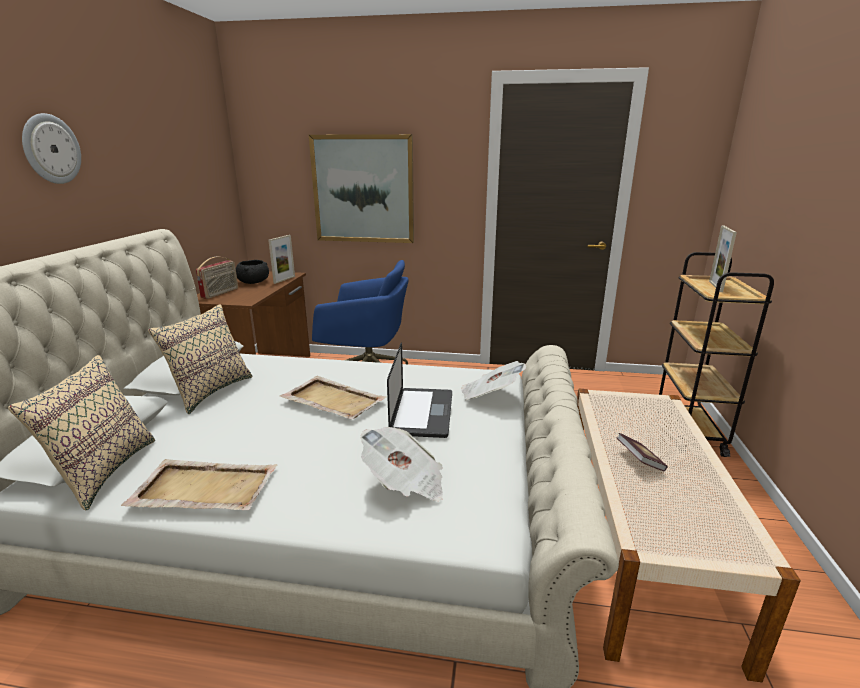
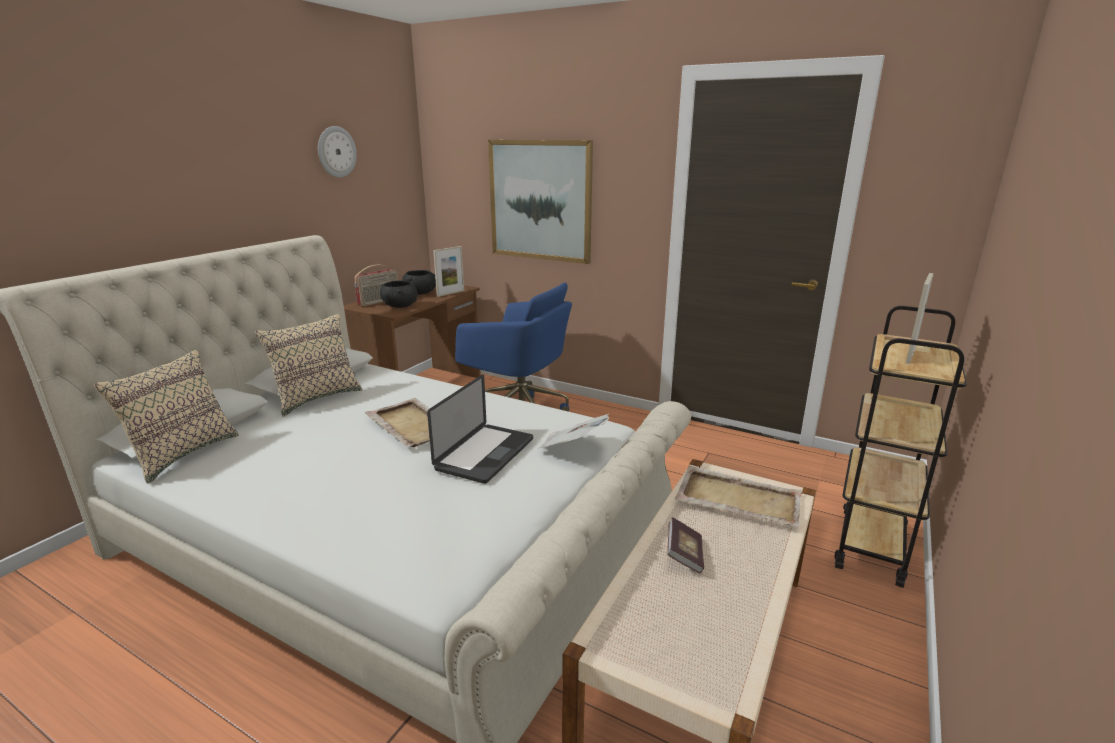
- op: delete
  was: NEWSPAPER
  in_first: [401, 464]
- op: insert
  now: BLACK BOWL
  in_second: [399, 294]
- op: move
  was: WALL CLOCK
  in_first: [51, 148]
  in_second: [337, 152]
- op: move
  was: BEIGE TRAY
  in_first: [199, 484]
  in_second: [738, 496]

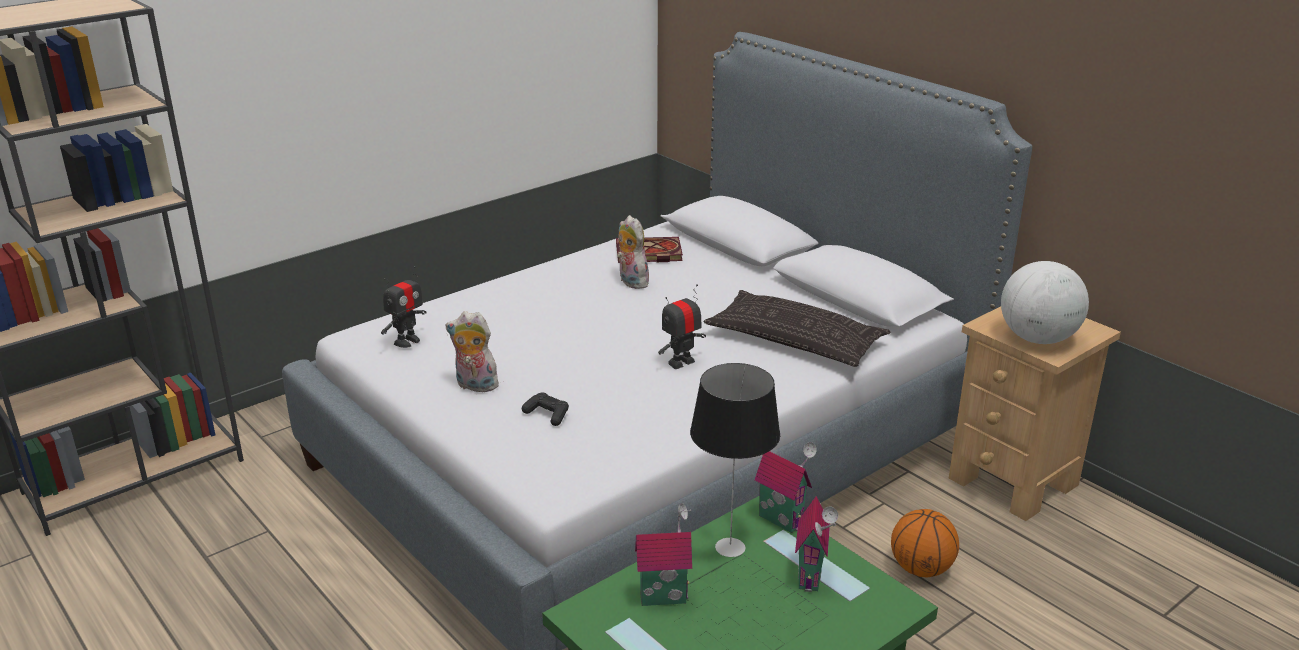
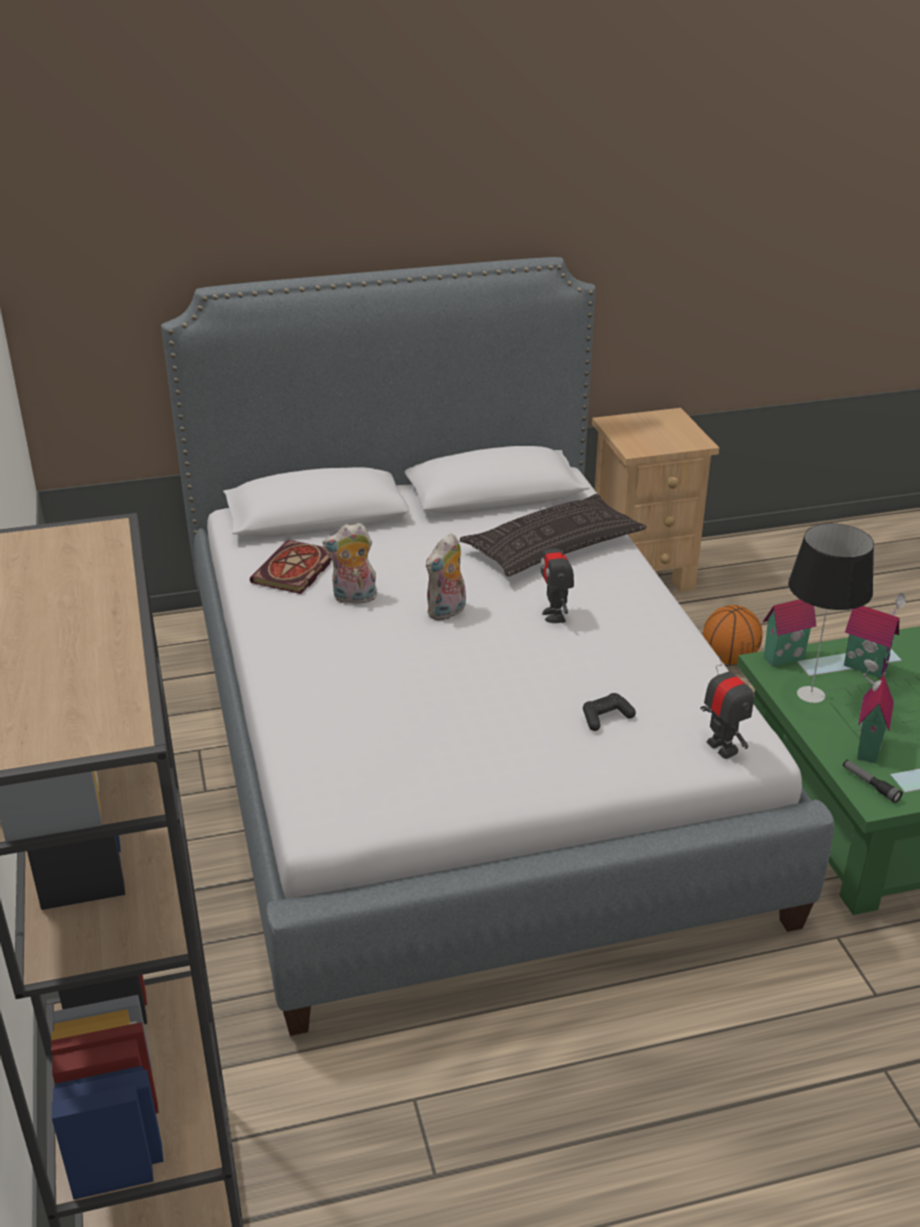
- op: delete
  was: GLOBE
  in_first: [1045, 302]
- op: insert
  now: FLASHLIGHT
  in_second: [873, 781]
- op: move
  was: TOY ROBOT
  in_first: [403, 307]
  in_second: [727, 707]
- op: move
  was: PLUSH TOY
  in_first: [473, 351]
  in_second: [446, 577]

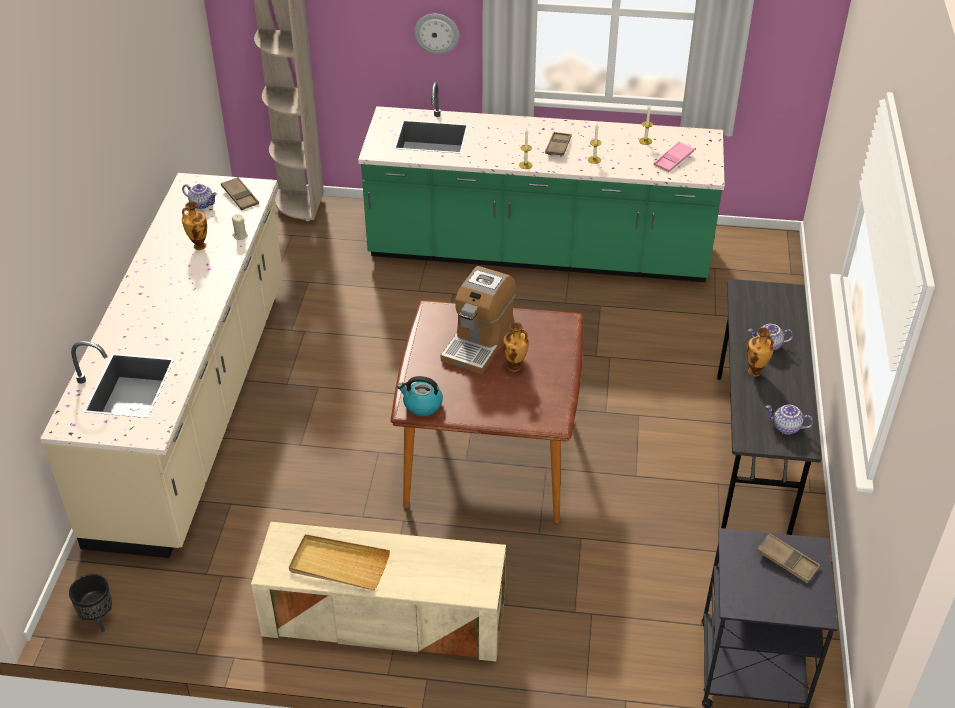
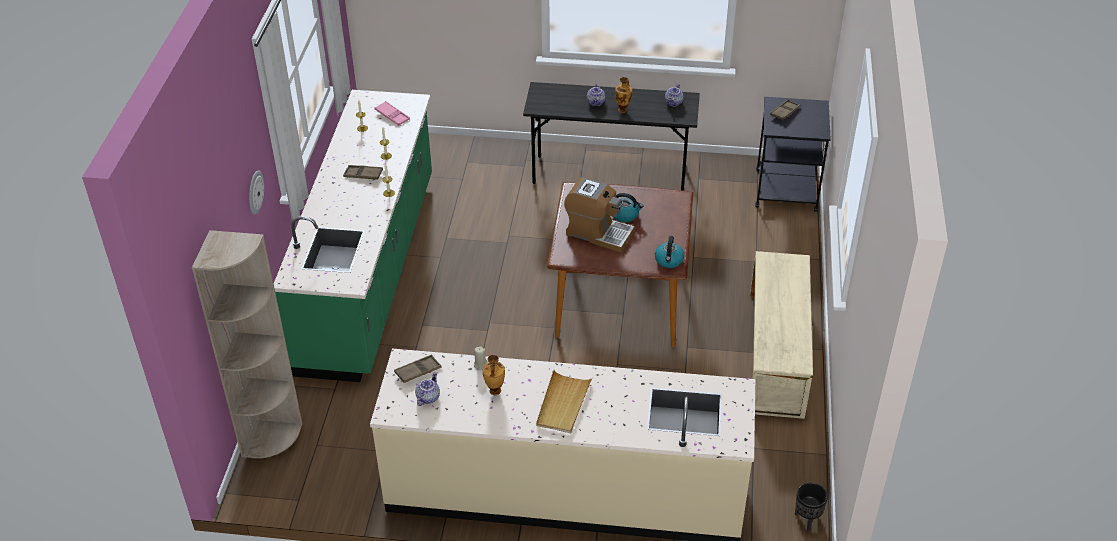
- op: move
  was: BEIGE TRAY
  in_first: [339, 562]
  in_second: [564, 401]
- op: replace
  was: VASE
  now: KETTLE
  in_first: [516, 347]
  in_second: [628, 207]

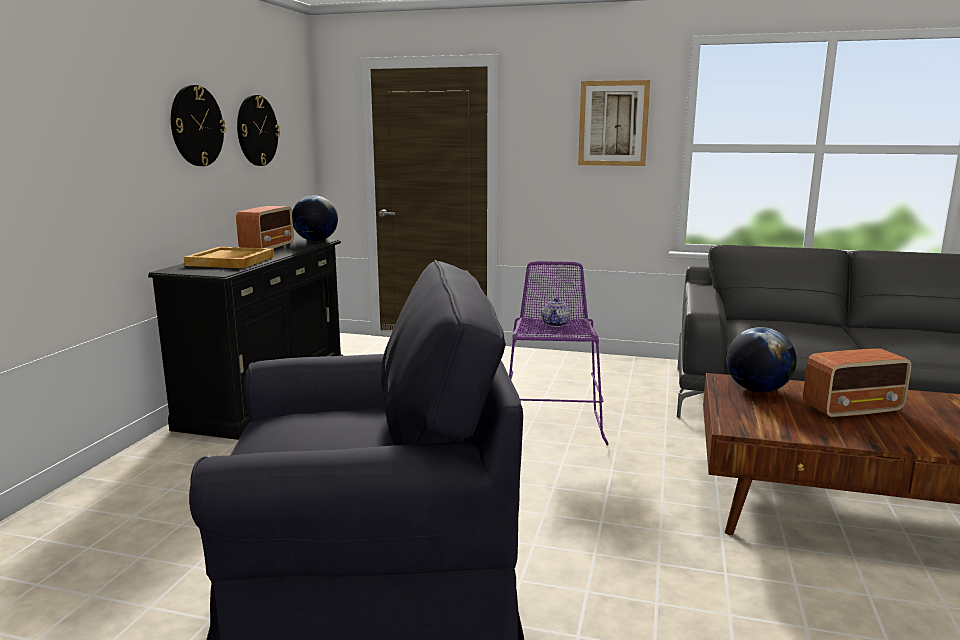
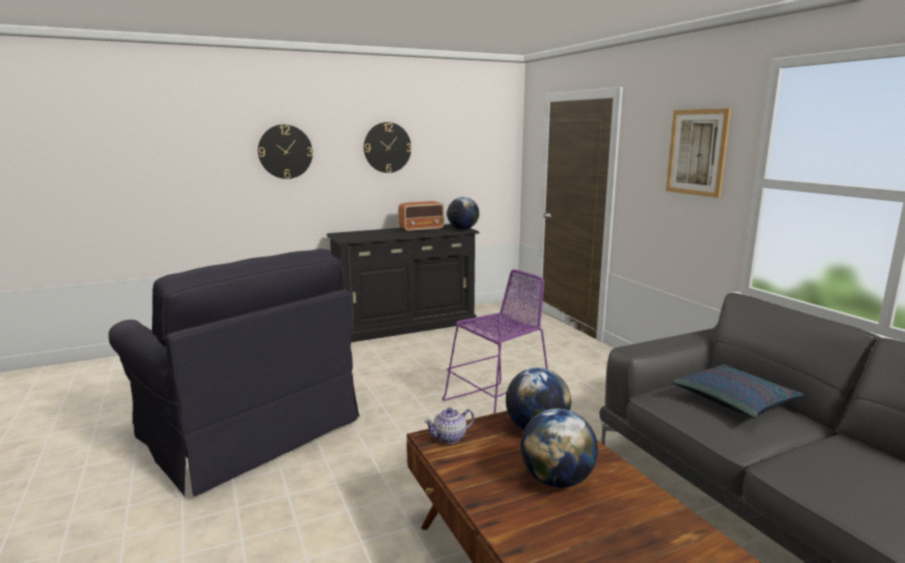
- op: delete
  was: BEIGE TRAY
  in_first: [229, 257]
- op: insert
  now: BLUE PILLOW
  in_second: [738, 391]
- op: move
  was: WALL CLOCK
  in_first: [258, 130]
  in_second: [285, 151]
- op: move
  was: TEAPOT
  in_first: [556, 312]
  in_second: [449, 426]
- op: replace
  was: RADIO
  now: GLOBE
  in_first: [857, 383]
  in_second: [559, 448]

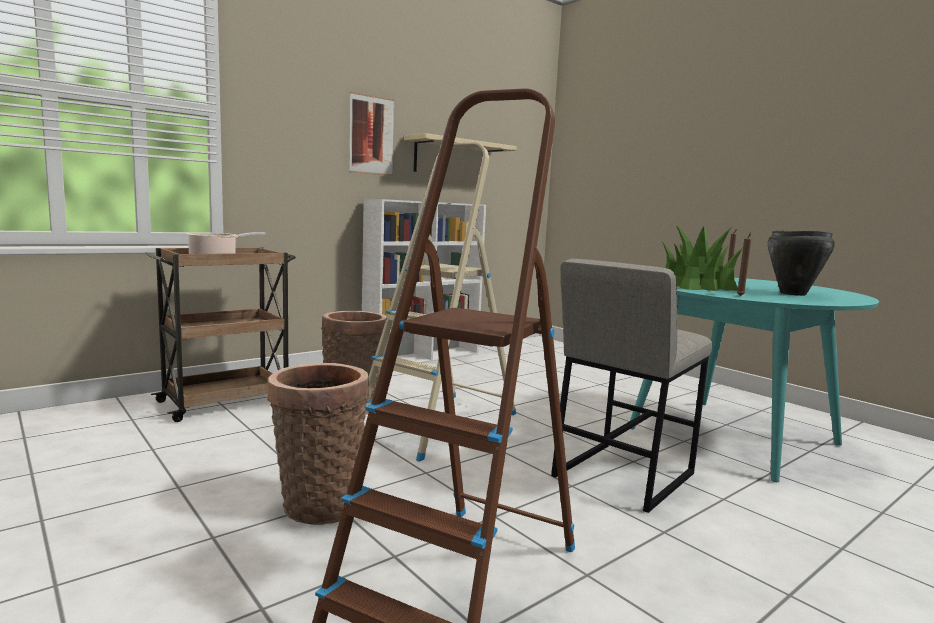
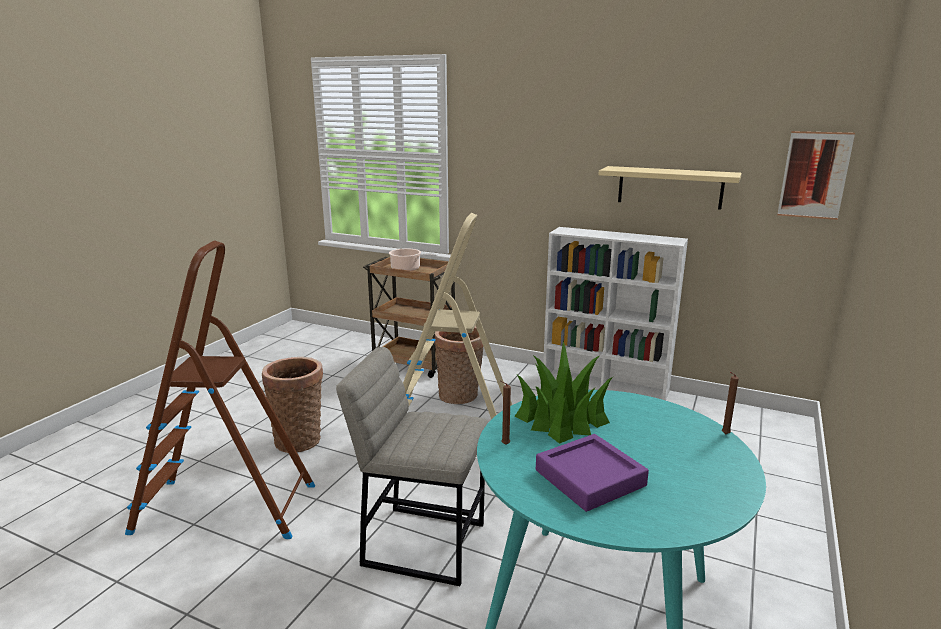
- op: move
  was: PICTURE
  in_first: [371, 134]
  in_second: [816, 175]
- op: replace
  was: BLACK COOKING POT
  now: PURPLE TRAY
  in_first: [801, 263]
  in_second: [592, 473]

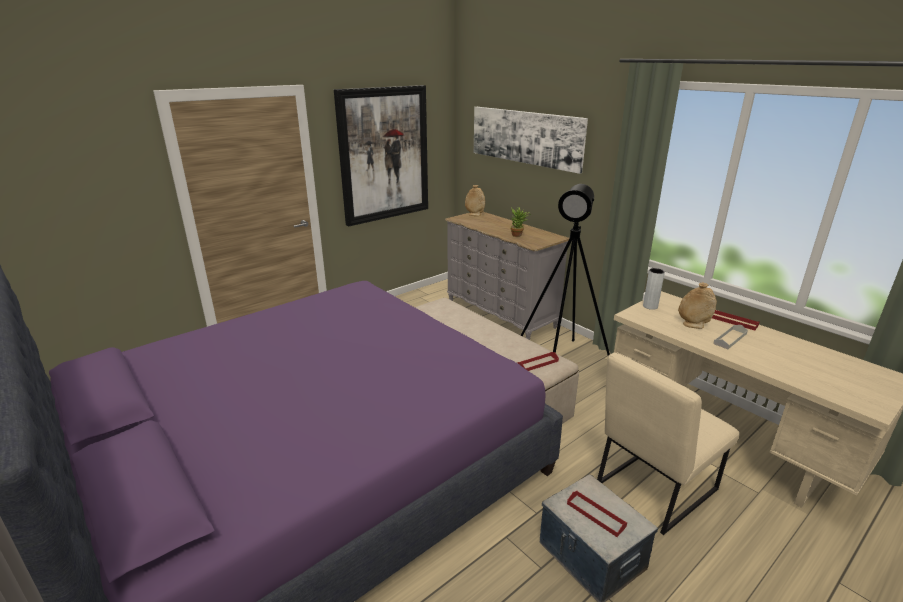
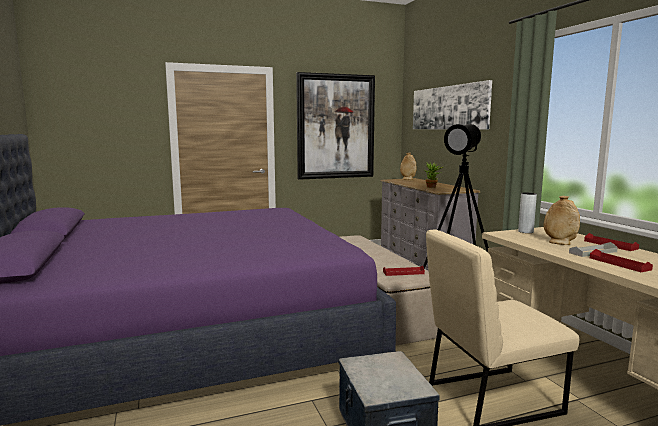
- op: move
  was: RED TRAY
  in_first: [597, 514]
  in_second: [621, 260]

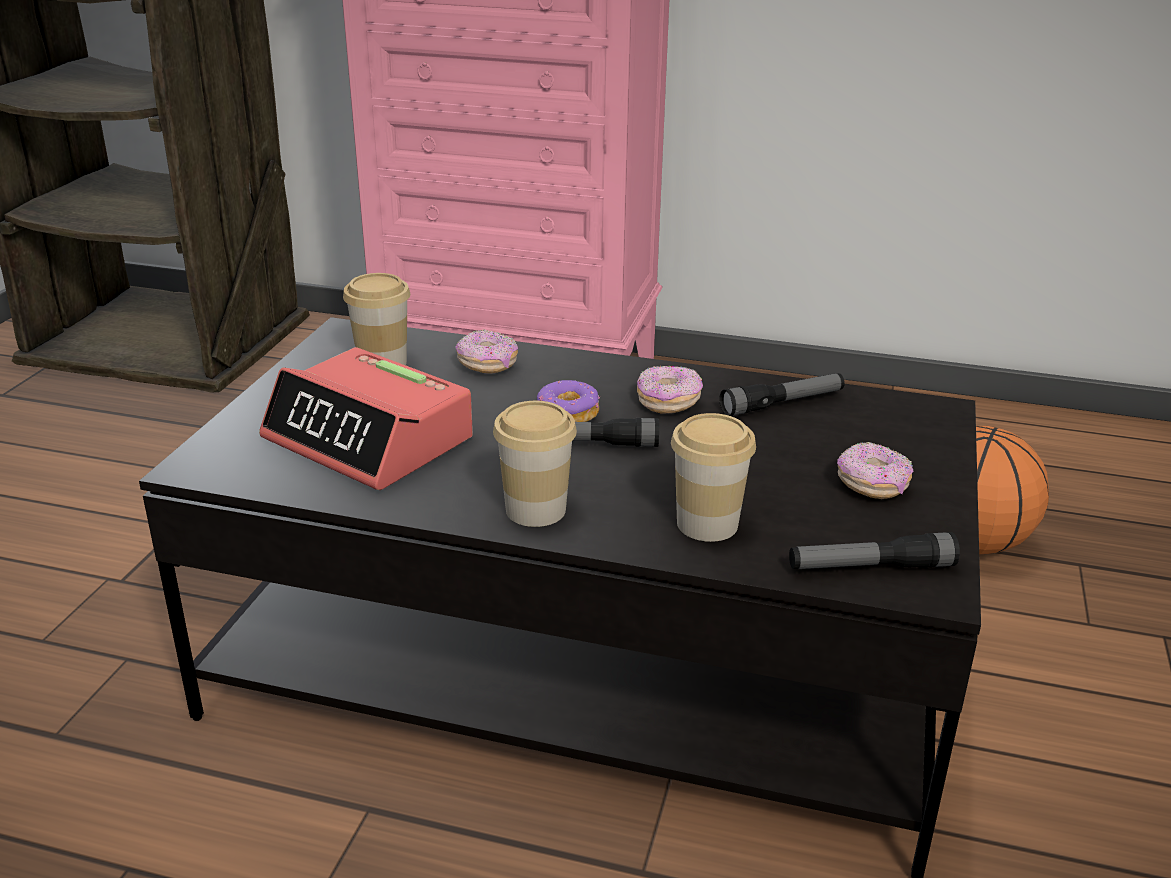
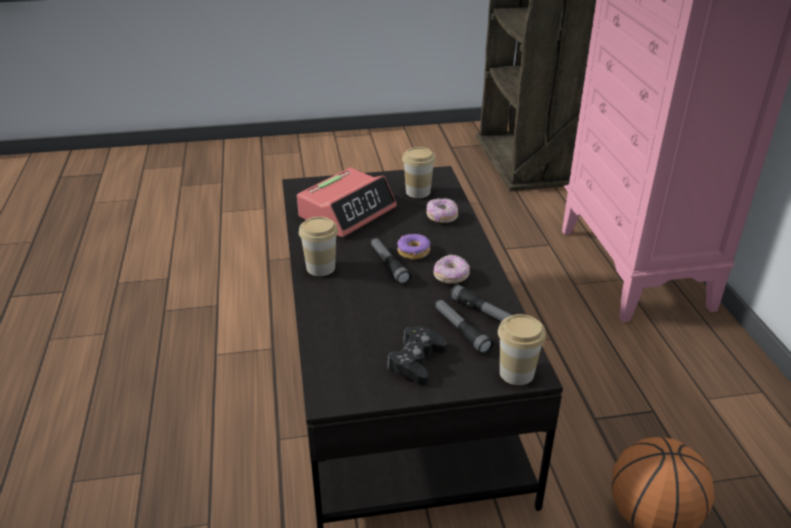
- op: move
  was: CUP
  in_first: [713, 477]
  in_second: [522, 349]
- op: move
  was: FLASHLIGHT
  in_first: [874, 550]
  in_second: [464, 327]
- op: replace
  was: DONUT
  now: BLACK GAME CONTROLLER
  in_first: [875, 470]
  in_second: [417, 356]
- op: rotate
  was: ALARM CLOCK
  in_first: [366, 418]
  in_second: [347, 202]
  clockwise: -150

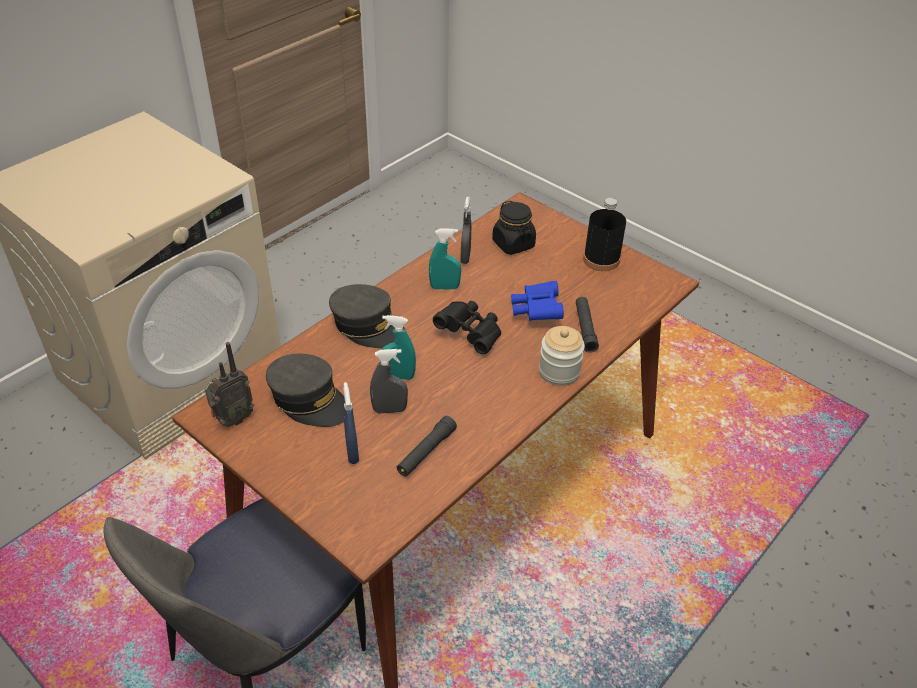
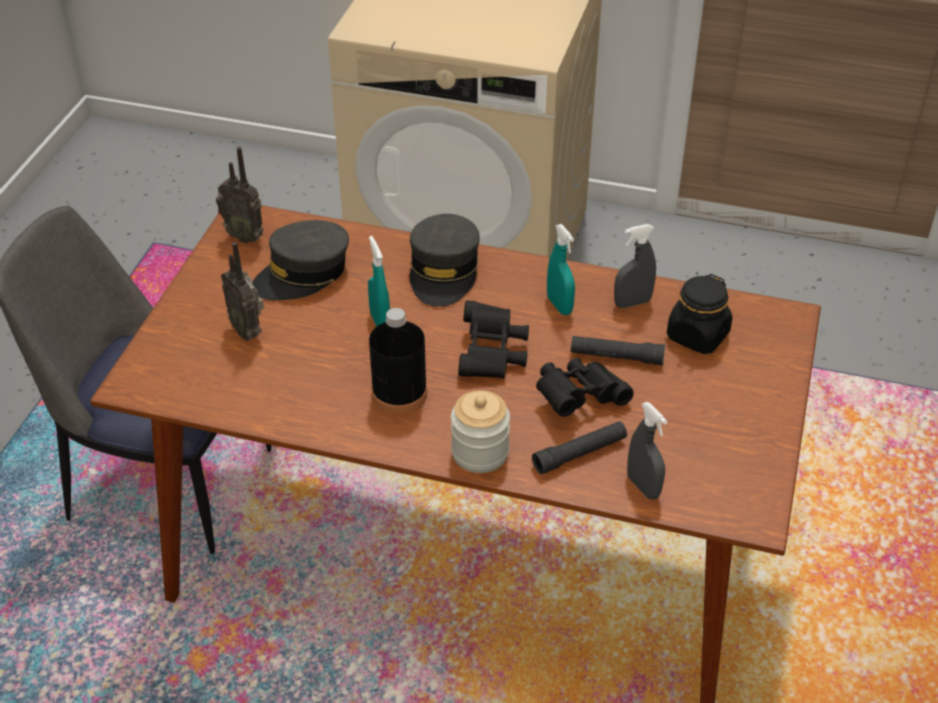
- op: move
  was: GREY SPRAY BOTTLE
  in_first: [389, 381]
  in_second: [647, 450]
- op: move
  was: BLACK FLASHLIGHT
  in_first: [427, 446]
  in_second: [618, 350]
- op: move
  was: BLACK BOTTLE
  in_first: [604, 234]
  in_second: [398, 361]
- op: replace
  was: BLUE SPRAY BOTTLE
  now: RADIO
  in_first: [351, 423]
  in_second: [242, 291]
- op: recolor
  was: BLUE BINOCULARS
  now: BLACK BINOCULARS
  in_first: [537, 301]
  in_second: [585, 387]
- op: rotate
  was: GREY CAP
  in_first: [305, 390]
  in_second: [300, 260]
  clockwise: 45

